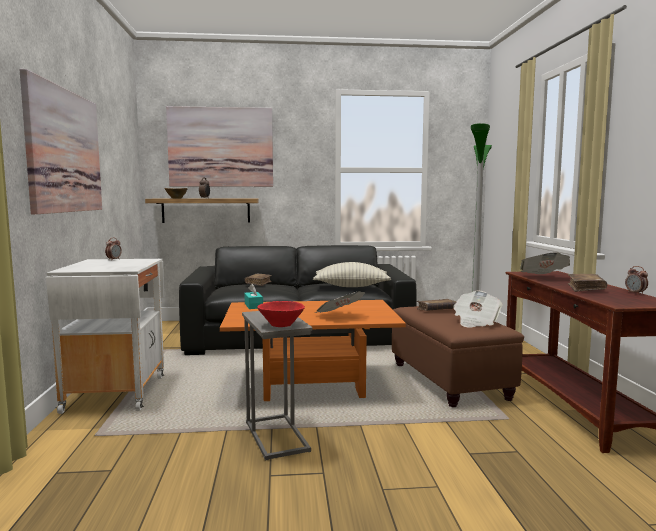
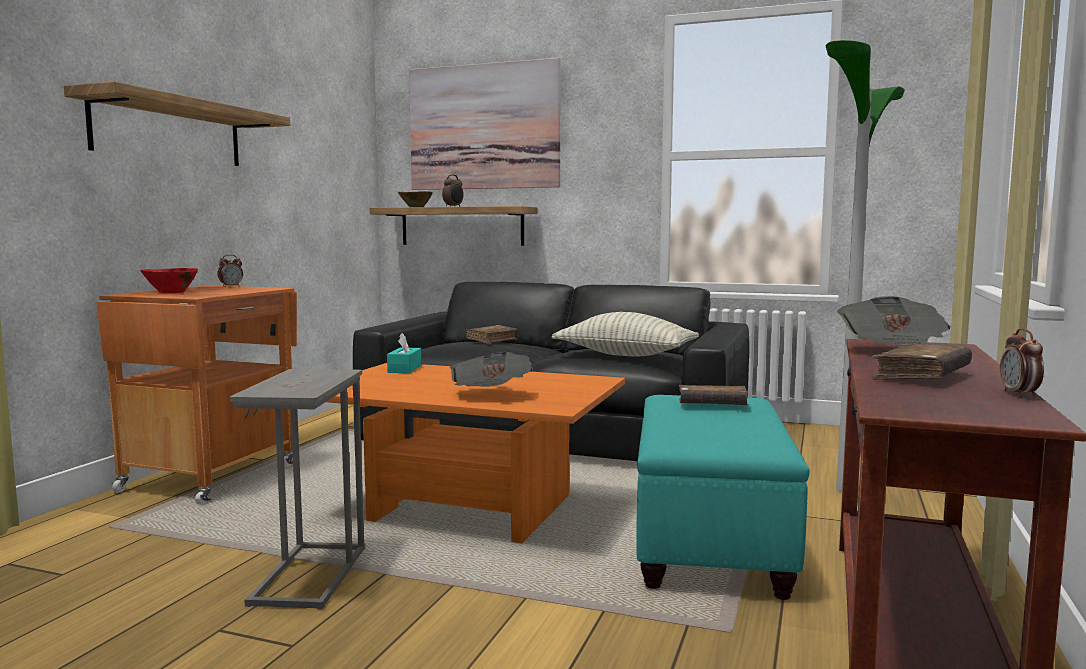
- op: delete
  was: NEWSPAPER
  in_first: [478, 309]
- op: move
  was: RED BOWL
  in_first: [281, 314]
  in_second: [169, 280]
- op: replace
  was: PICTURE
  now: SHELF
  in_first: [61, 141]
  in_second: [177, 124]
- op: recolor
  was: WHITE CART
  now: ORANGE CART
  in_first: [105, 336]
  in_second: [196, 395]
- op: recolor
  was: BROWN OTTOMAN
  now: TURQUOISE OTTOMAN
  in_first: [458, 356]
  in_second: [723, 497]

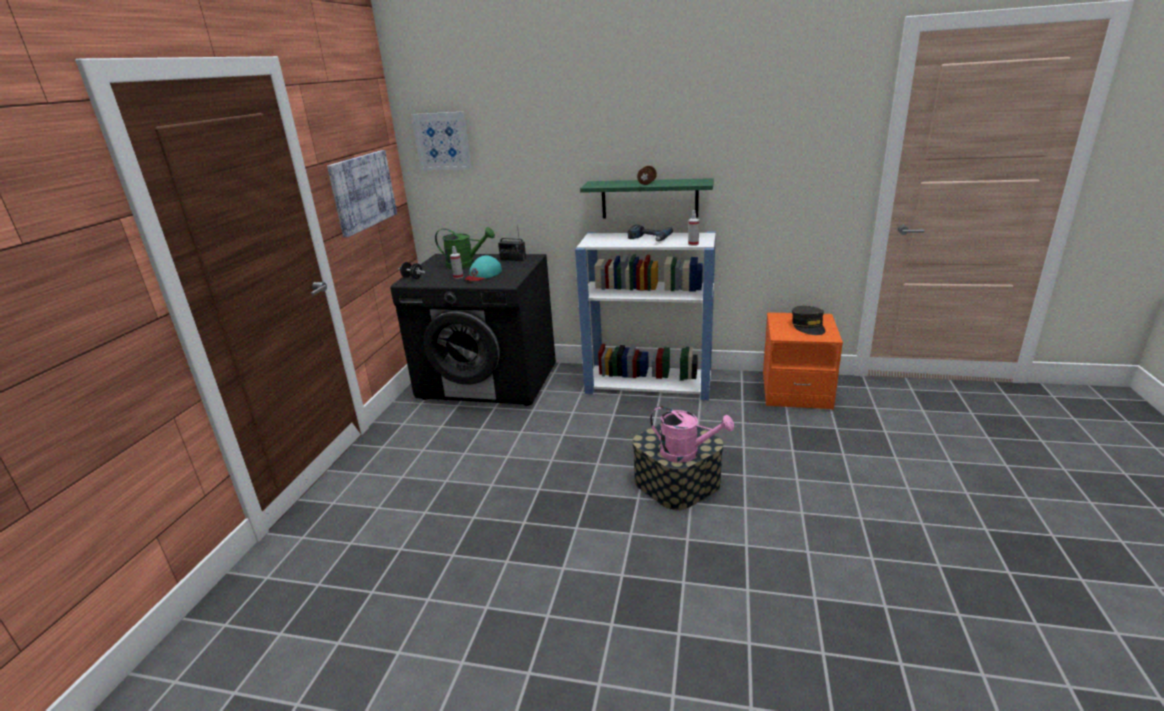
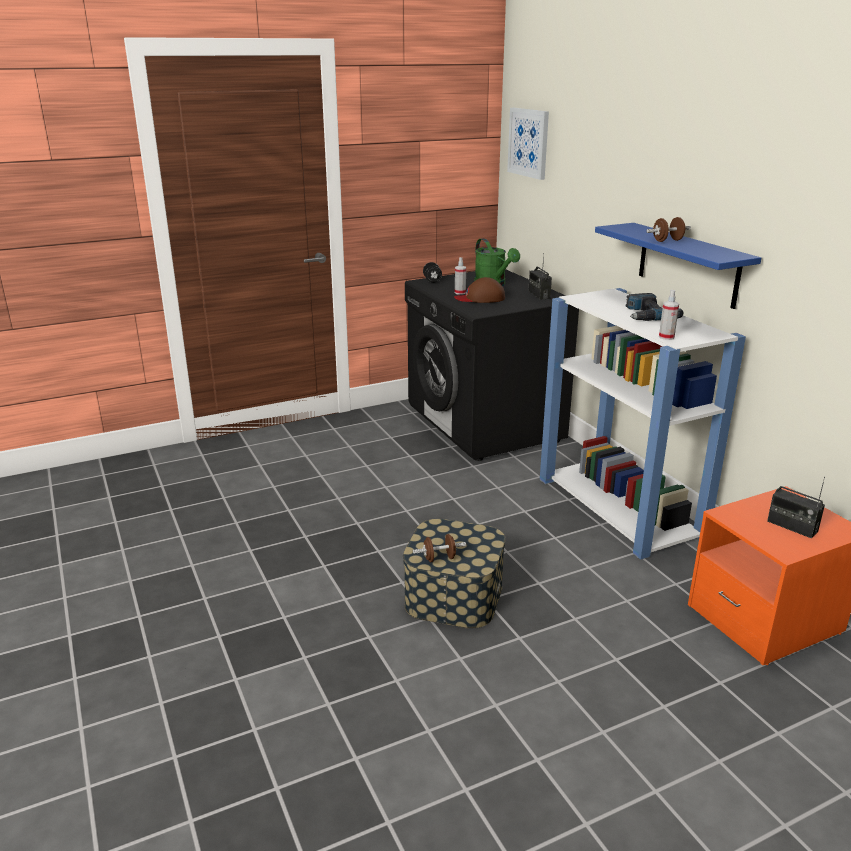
- op: delete
  was: PICTURE
  in_first: [362, 194]
- op: replace
  was: PINK WATERING CAN
  now: BROWN DUMBBELL
  in_first: [692, 434]
  in_second: [439, 548]
- op: replace
  was: GREY CAP
  now: RADIO
  in_first: [808, 320]
  in_second: [796, 507]
- op: recolor
  was: TURQUOISE CAP
  now: BROWN CAP
  in_first: [483, 268]
  in_second: [479, 290]
- op: recolor
  was: GREEN SHELF
  now: BLUE SHELF
  in_first: [647, 198]
  in_second: [678, 266]

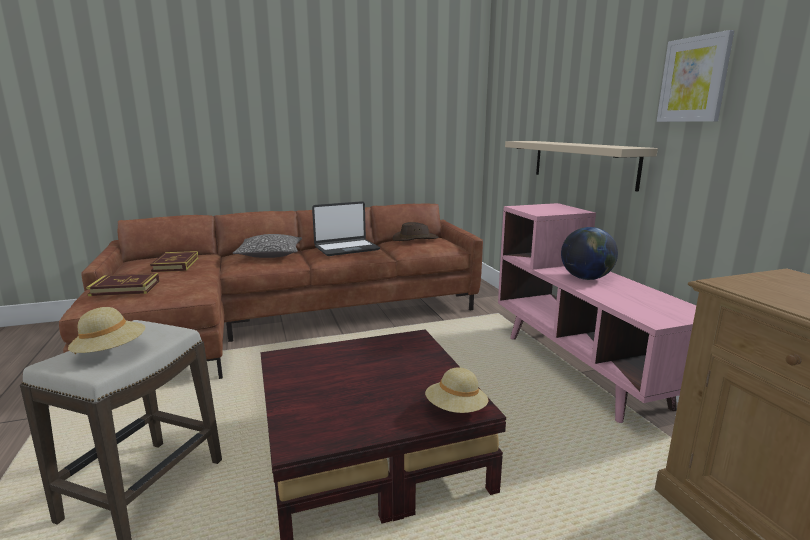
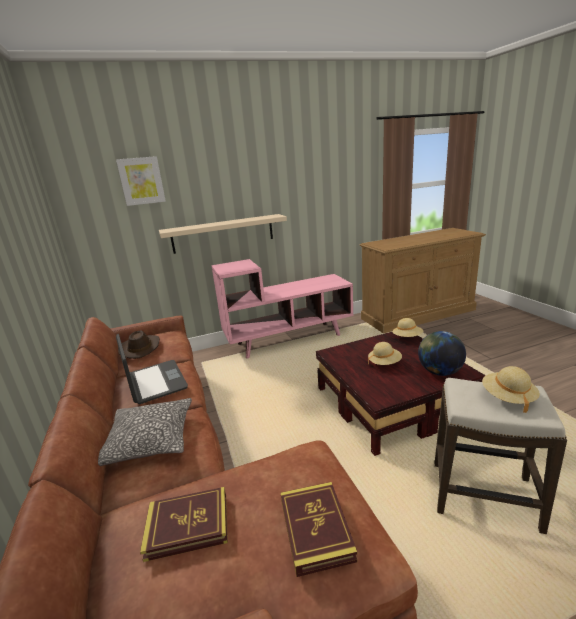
- op: insert
  now: BEIGE HAT
  in_second: [385, 353]
- op: move
  was: GLOBE
  in_first: [589, 253]
  in_second: [442, 353]
- op: move
  was: PICTURE
  in_first: [695, 76]
  in_second: [141, 181]

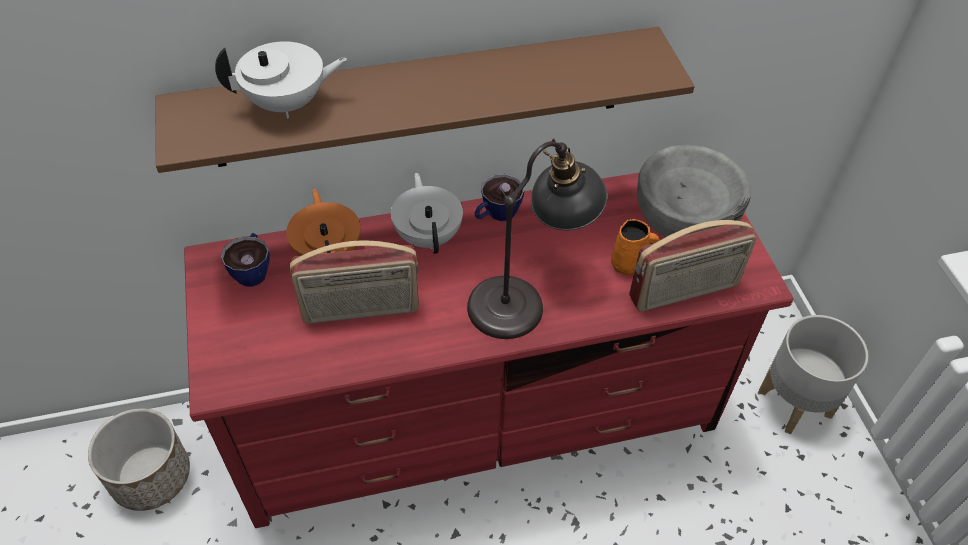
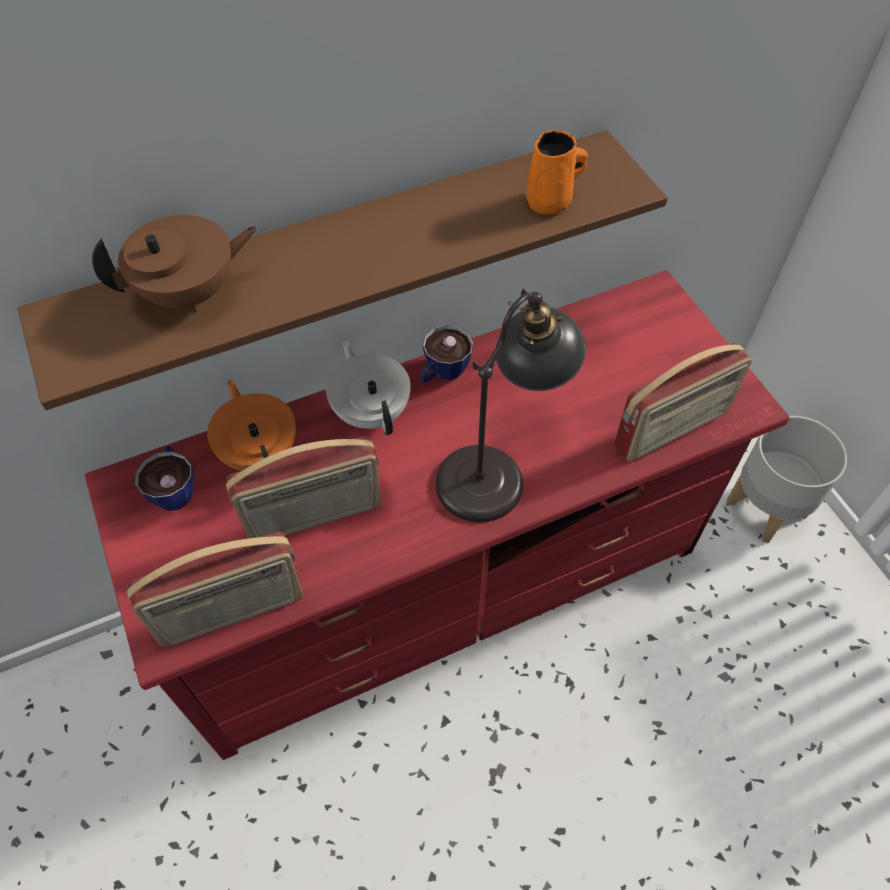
- op: delete
  was: PLANTER
  in_first: [139, 459]
- op: delete
  was: GREY BOWL
  in_first: [694, 191]
- op: insert
  now: RADIO
  in_second: [215, 589]
- op: move
  was: ORANGE MUG
  in_first: [635, 247]
  in_second: [557, 172]
- op: recolor
  was: WHITE TEAPOT
  now: BROWN TEAPOT
  in_first: [281, 79]
  in_second: [174, 264]

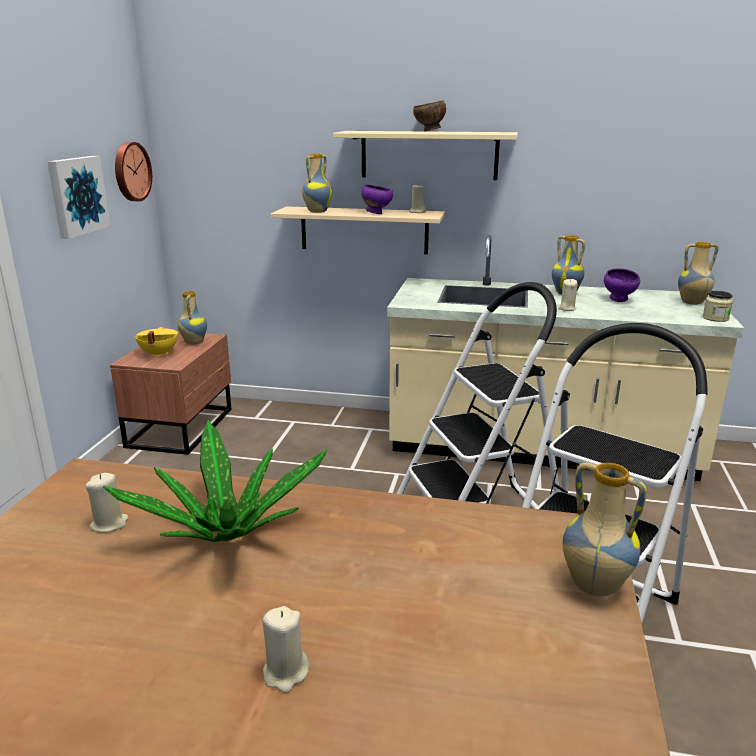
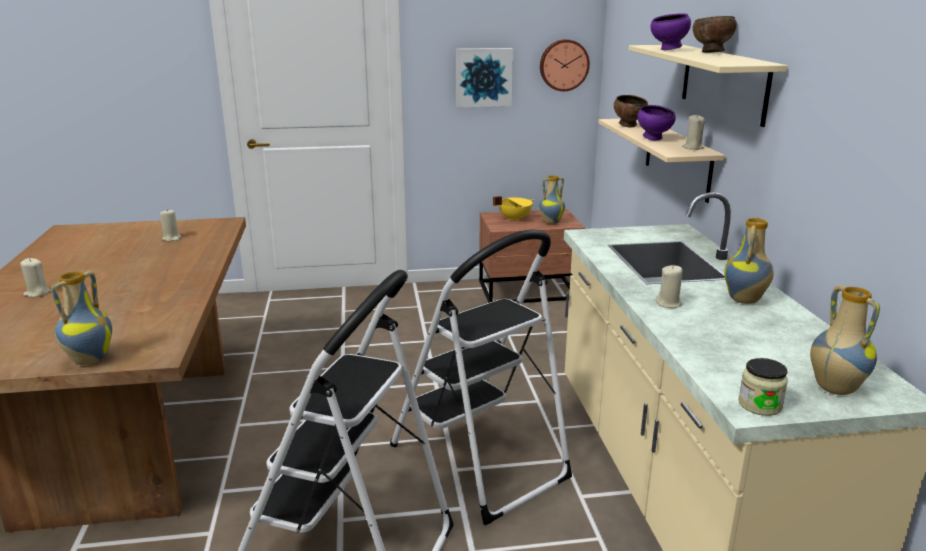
- op: delete
  was: POTTED PLANT
  in_first: [215, 480]
- op: move
  was: PURPLE BOWL
  in_first: [622, 285]
  in_second: [670, 31]
- op: replace
  was: VASE
  now: BROWN BOWL
  in_first: [317, 183]
  in_second: [631, 111]

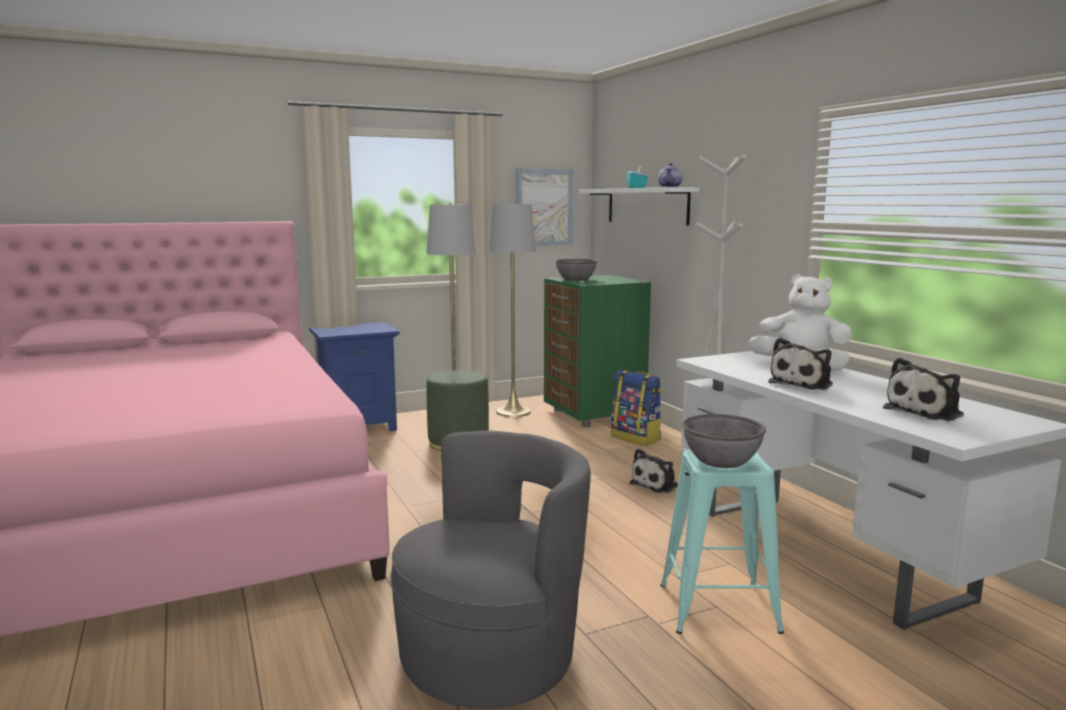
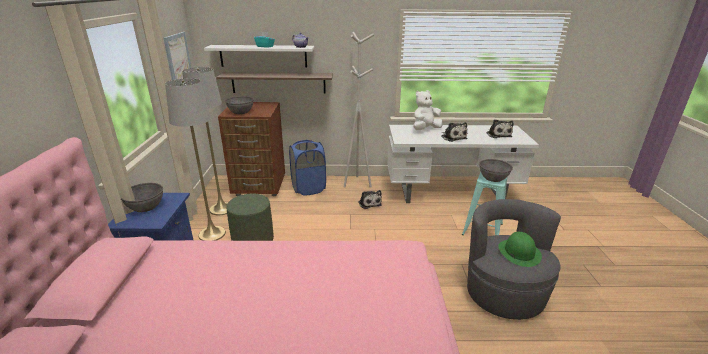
- op: insert
  now: GREY BOWL
  in_second: [142, 197]
- op: insert
  now: SHELF
  in_second: [274, 83]
- op: insert
  now: GREEN HAT
  in_second: [520, 249]
- op: replace
  was: BACKPACK
  now: BLUE LAUNDRY BASKET
  in_first: [636, 408]
  in_second: [307, 167]
- op: recolor
  was: GREEN DRESSER
  now: BROWN DRESSER
  in_first: [597, 351]
  in_second: [251, 149]

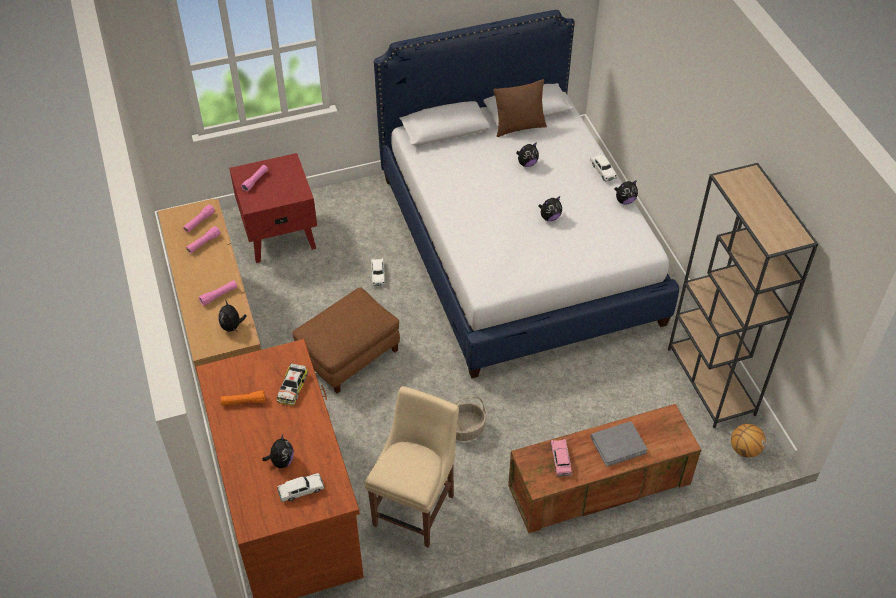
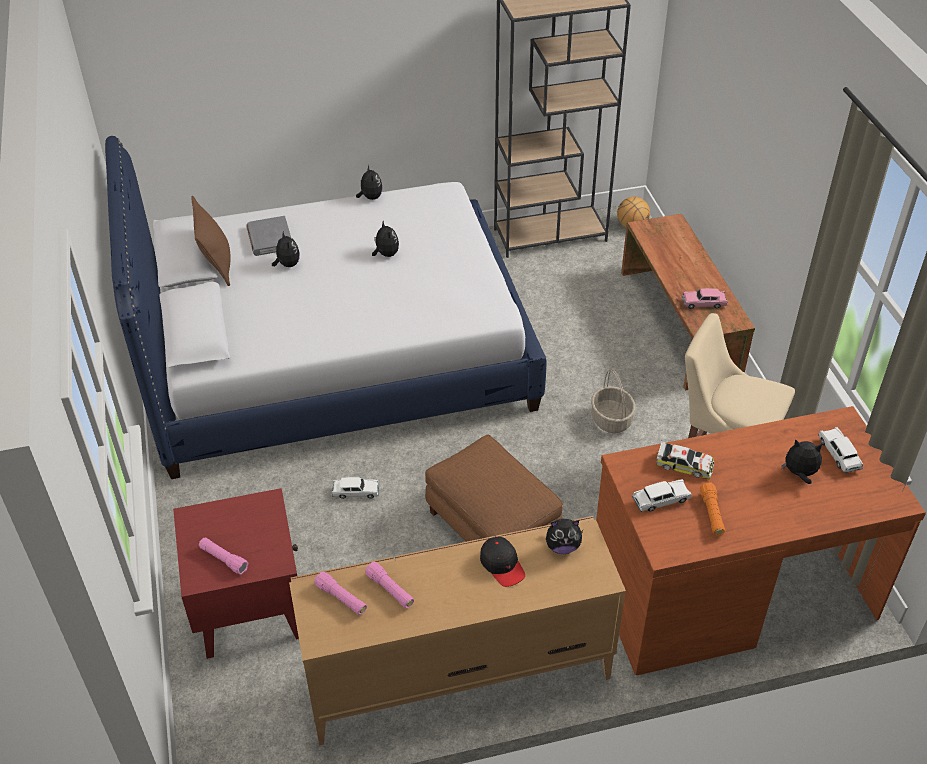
- op: move
  was: WHITE TOY CAR
  in_first: [603, 167]
  in_second: [662, 495]
- op: move
  was: GREY BOOK
  in_first: [619, 444]
  in_second: [268, 236]
- op: replace
  was: PINK FLASHLIGHT
  now: BLACK CAP
  in_first: [218, 293]
  in_second: [502, 562]

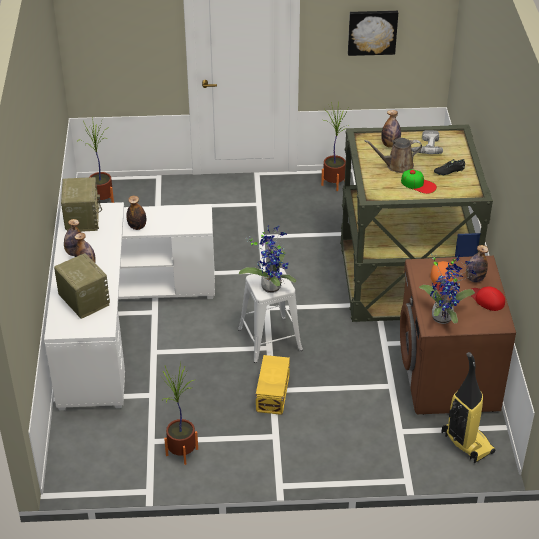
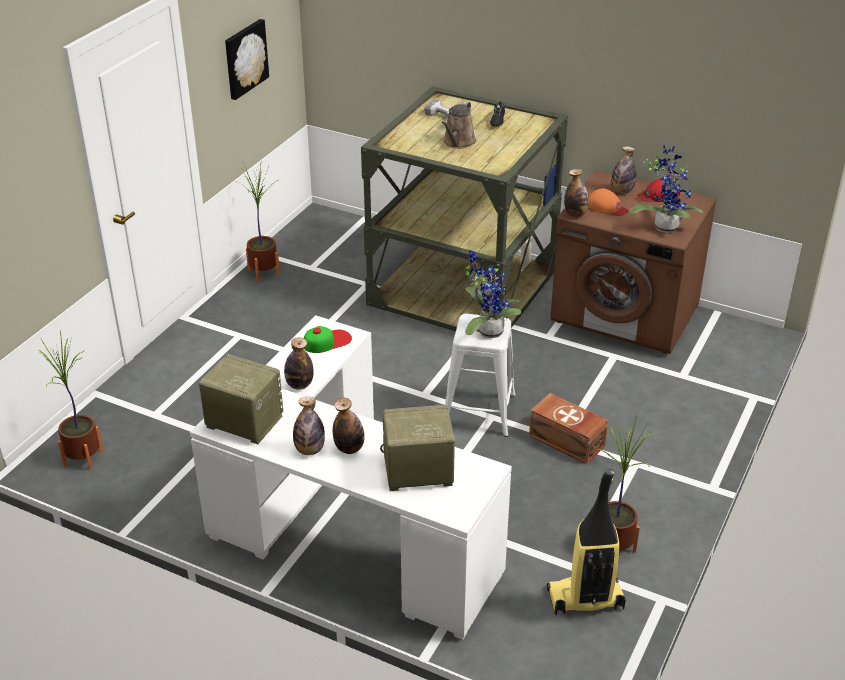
- op: move
  was: BOTTLE
  in_first: [391, 129]
  in_second: [576, 193]
- op: move
  was: CAP
  in_first: [419, 181]
  in_second: [328, 339]
- op: move
  was: VACUUM CLEANER
  in_first: [468, 407]
  in_second: [586, 542]
- op: recolor
  was: YELLOW STORAGE BOX
  now: BROWN STORAGE BOX
  in_first: [273, 385]
  in_second: [568, 428]

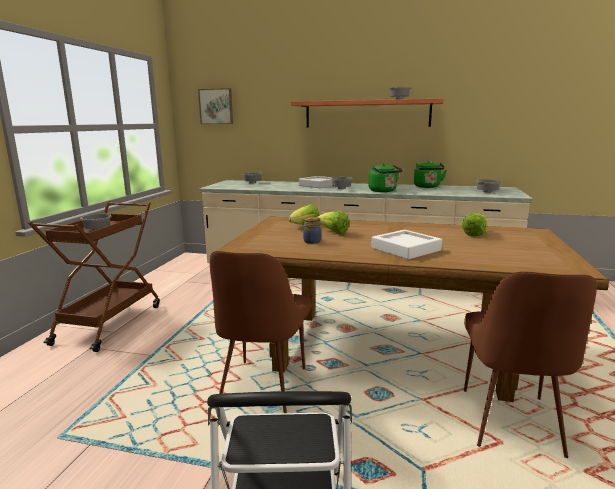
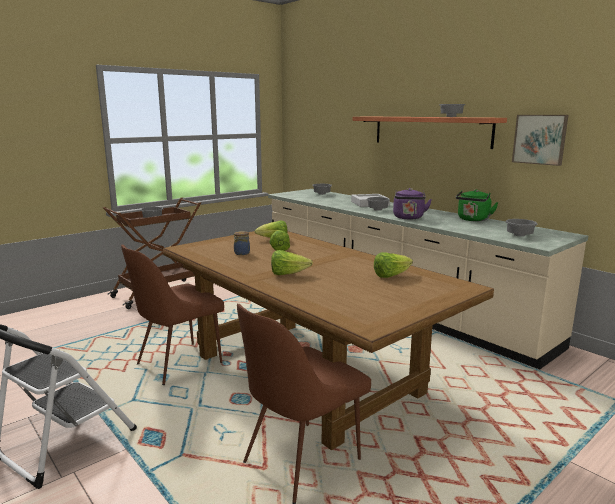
- op: move
  was: PICTURE
  in_first: [215, 106]
  in_second: [540, 140]
- op: replace
  was: WHITE TRAY
  now: LETTUCE
  in_first: [406, 245]
  in_second: [292, 262]
- op: recolor
  was: GREEN KETTLE
  now: PURPLE KETTLE
  in_first: [385, 178]
  in_second: [412, 203]

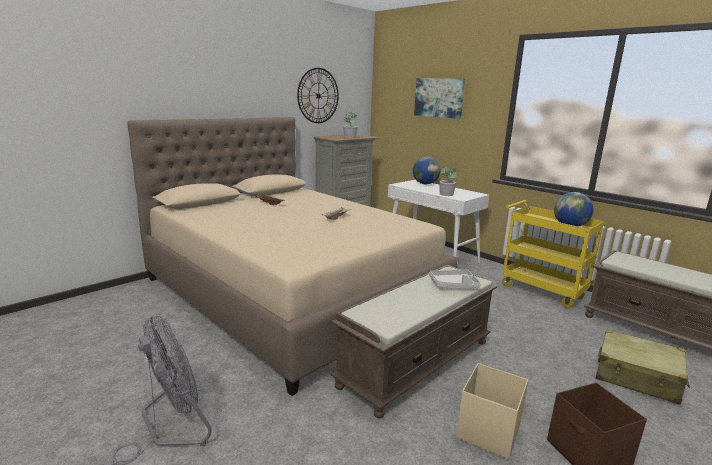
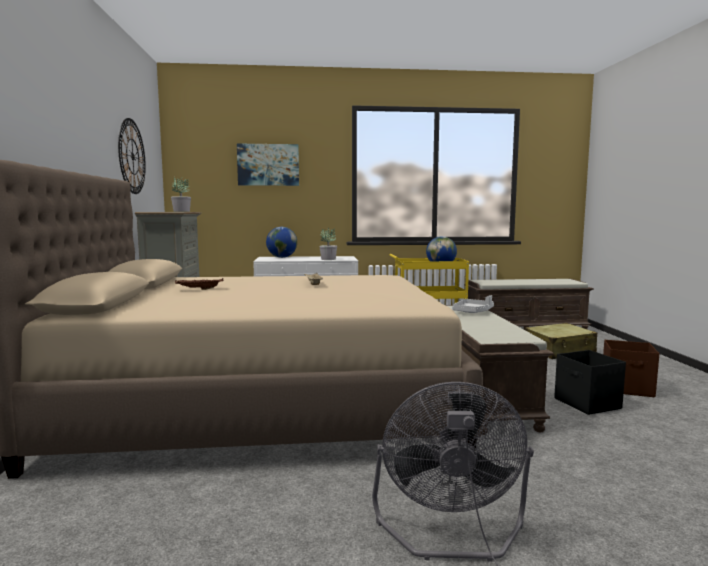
- op: recolor
  was: BEIGE STORAGE BOX
  now: BLACK STORAGE BOX
  in_first: [492, 411]
  in_second: [590, 382]

